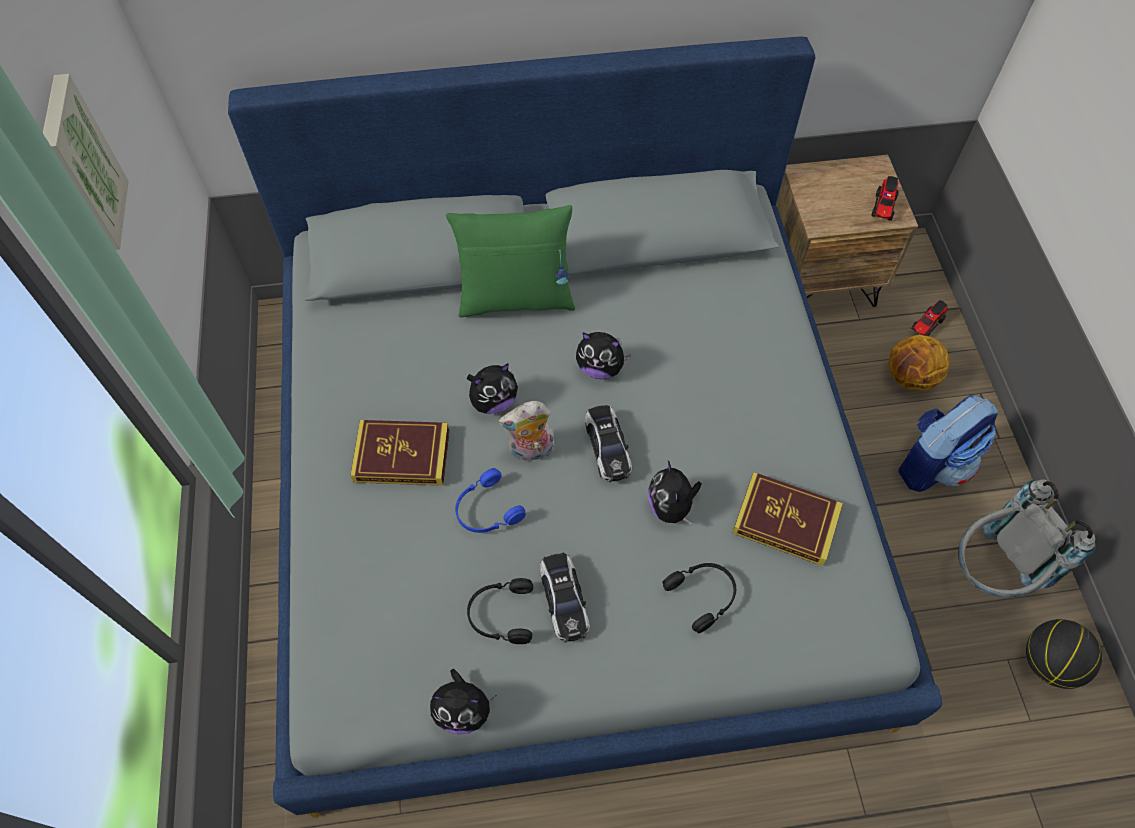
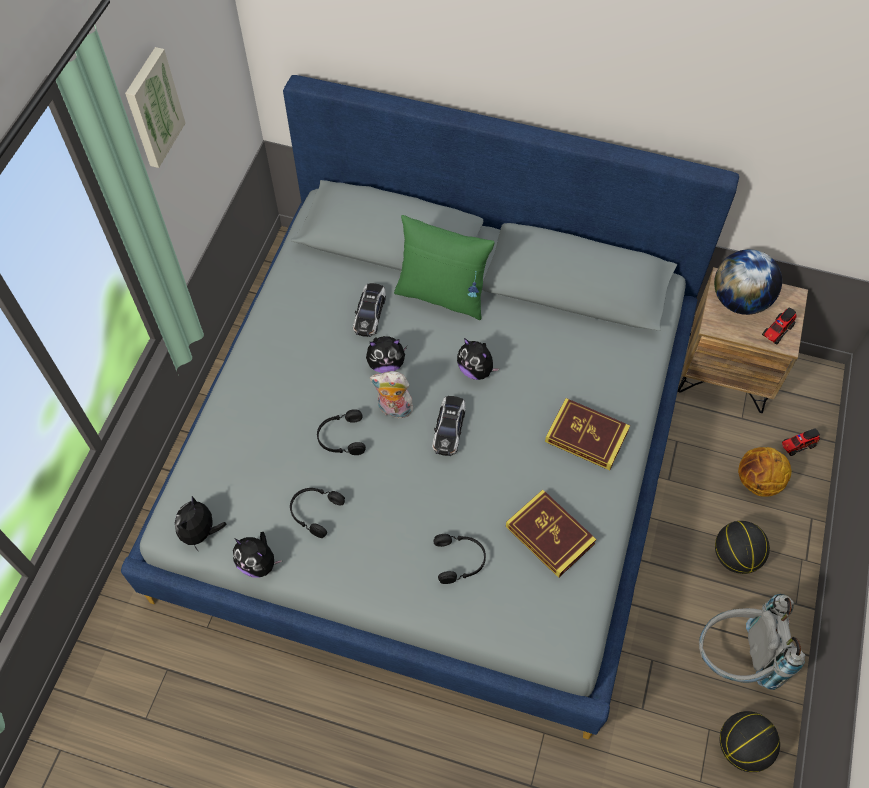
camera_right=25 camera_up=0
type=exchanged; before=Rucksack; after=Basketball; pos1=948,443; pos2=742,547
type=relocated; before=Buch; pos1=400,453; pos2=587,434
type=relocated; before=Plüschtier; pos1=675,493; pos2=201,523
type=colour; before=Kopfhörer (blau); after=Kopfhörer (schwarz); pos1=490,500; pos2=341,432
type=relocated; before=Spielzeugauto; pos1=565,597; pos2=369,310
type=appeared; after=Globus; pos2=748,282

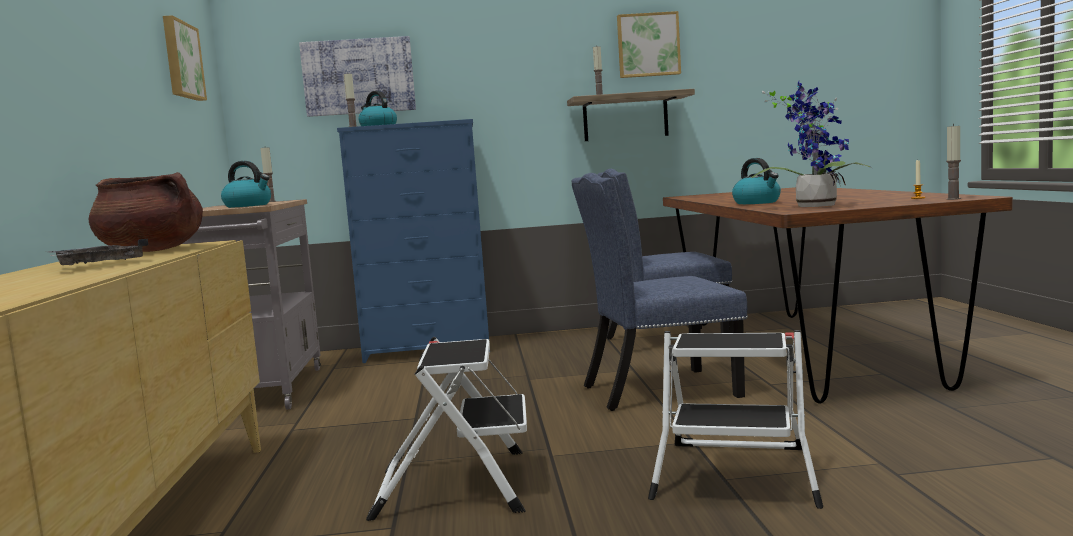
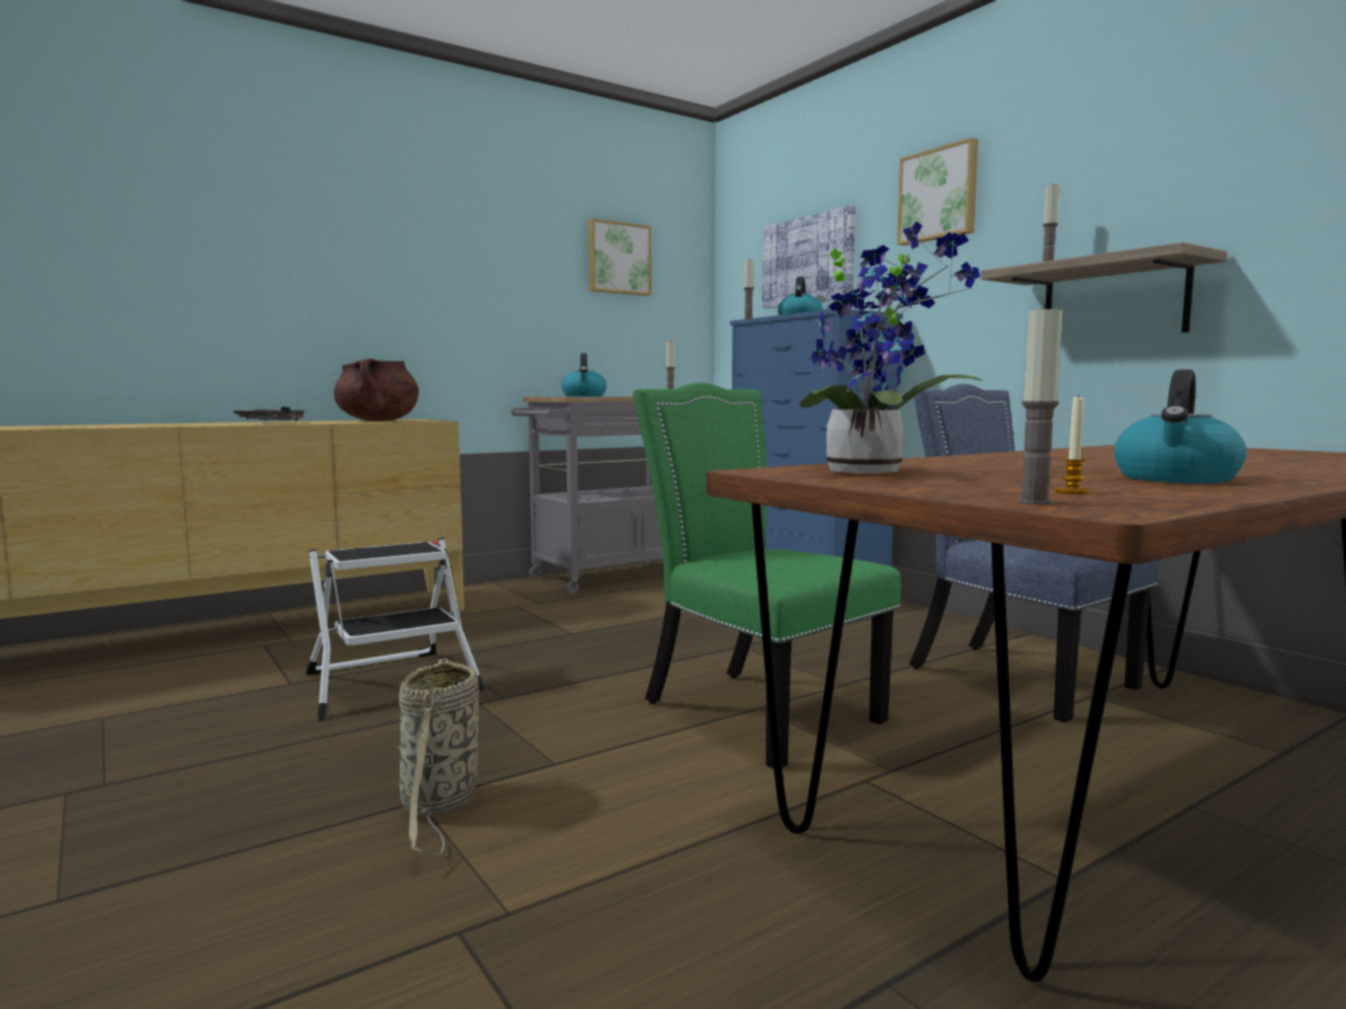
camera_right=60 camera_up=0
type=relocated; before=Bild; pos1=649,44; pos2=937,192
type=relocated; before=Wasserkessel; pos1=756,181; pos2=1180,426
type=colour; before=Stuhl (blau); after=Stuhl (grün); pos1=659,292; pos2=767,575
type=exchanged; before=Trittleiter; after=Korb; pos1=735,419; pos2=438,756

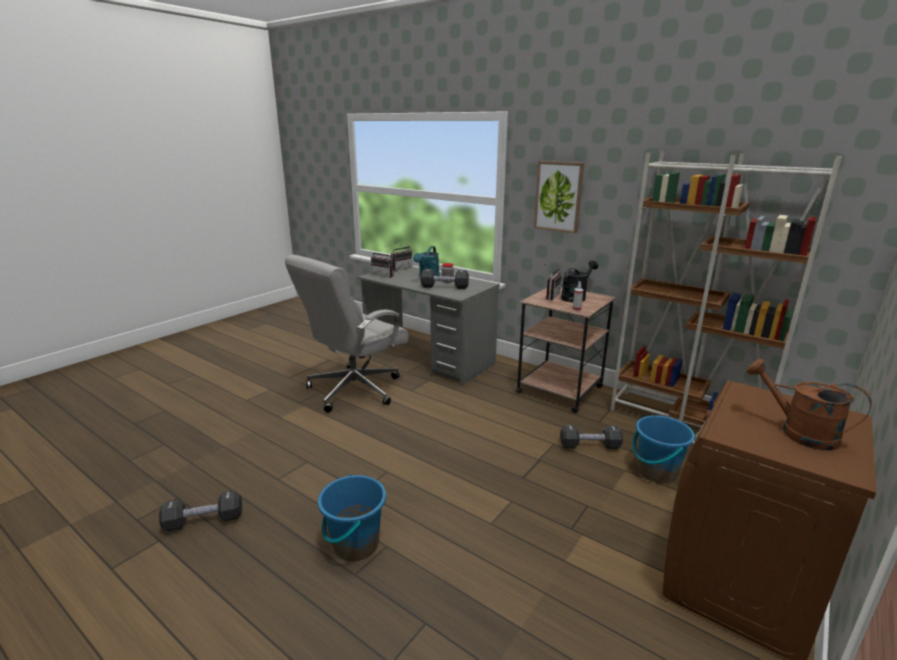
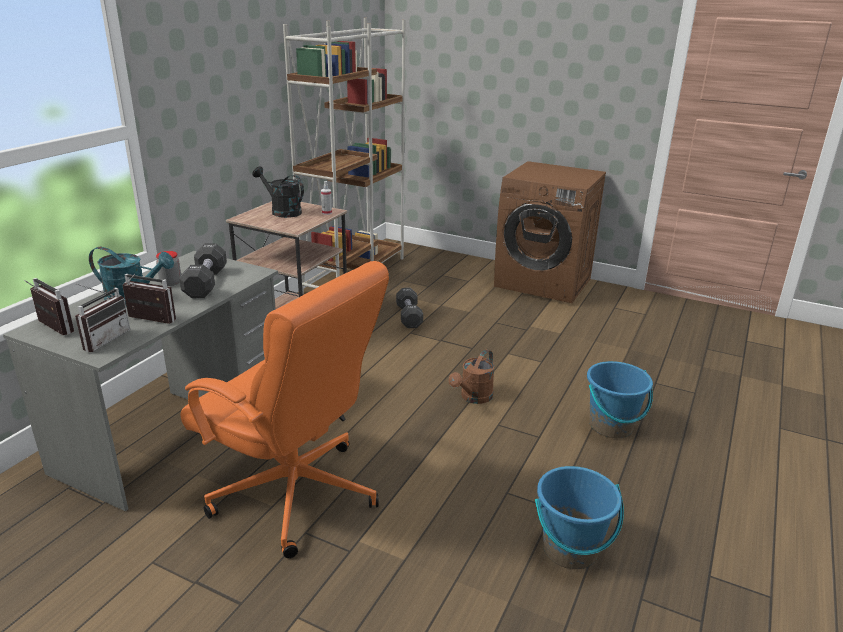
camera_right=-100 camera_up=5
type=missing; before=Bild; pos1=559,197
type=colour; before=Bürostuhl (grau); after=Bürostuhl (orange); pos1=347,334; pos2=284,409
type=relocated; before=Radio; pos1=553,282; pos2=149,299
type=relocated; before=Gießkanne (braun); pos1=809,404; pos2=471,376
type=relocated; before=Eimer (blau); pos1=663,449; pos2=579,517
type=missing; before=Hantel (schwarz); pos1=200,510

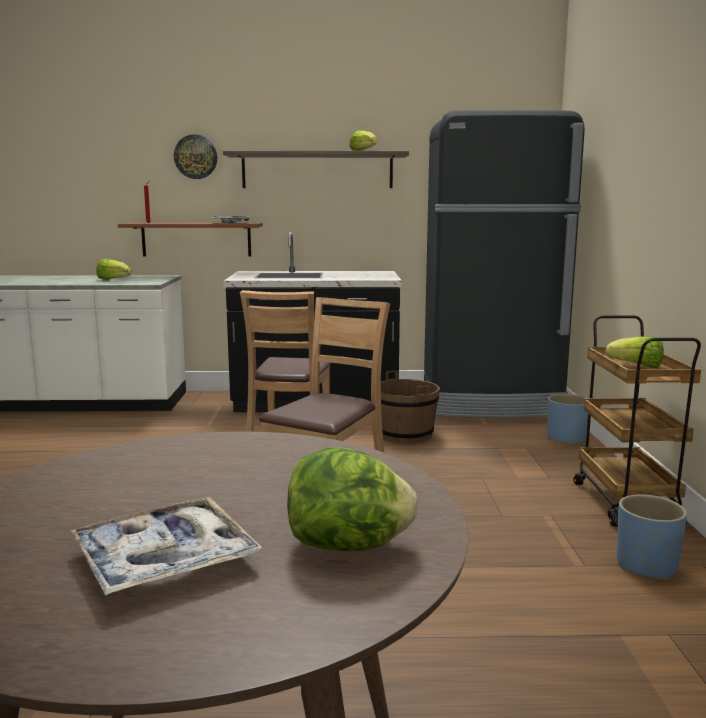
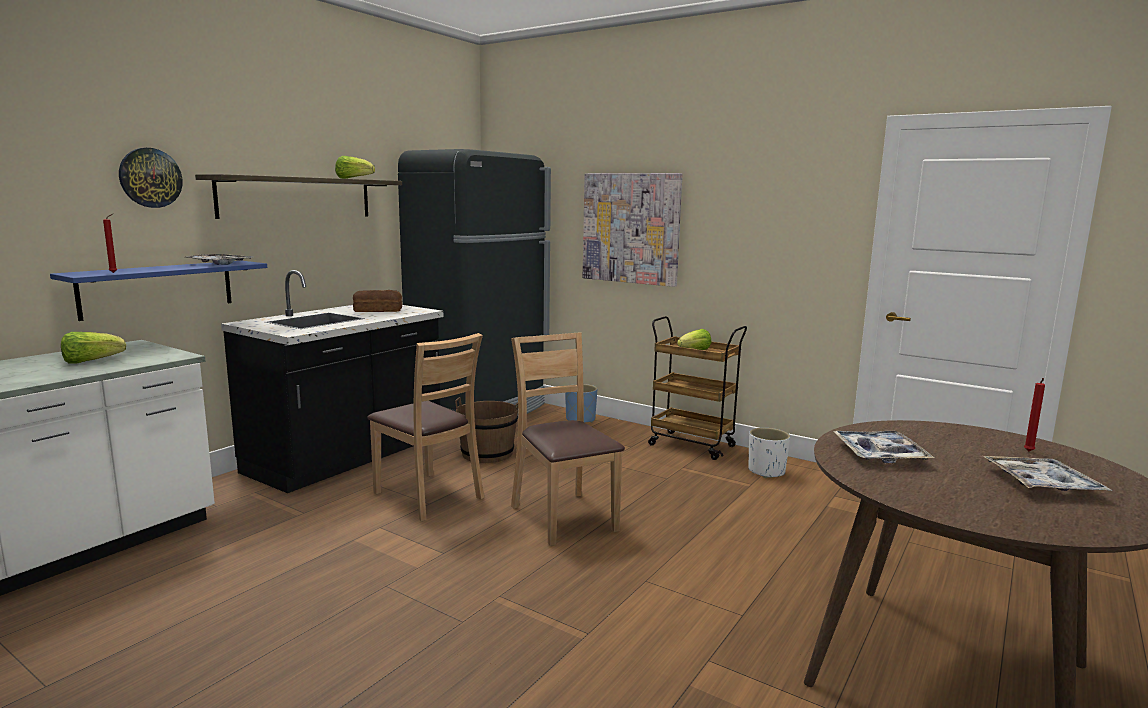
camera_right=-55 camera_up=0
type=colour; before=Wandregal (braun); after=Wandregal (blau); pos1=190,240; pos2=158,291
type=exchanged; before=Salatkopf; after=Kerze (rot); pos1=352,499; pos2=1034,414
type=colour; before=Pflanzkübel (blau); after=Pflanzkübel (weiß); pos1=652,537; pos2=769,453
type=appeared; after=Bild; pos2=632,230
type=appeared; after=Brot; pos2=377,301
type=appeared; after=Tablett; pos2=883,447

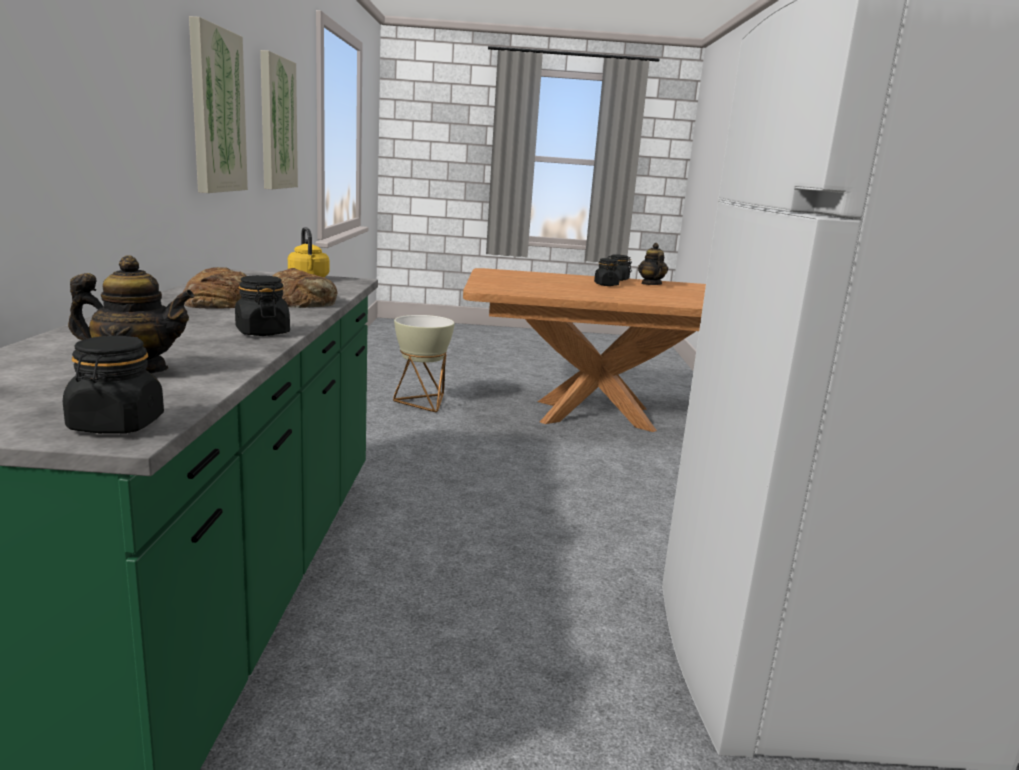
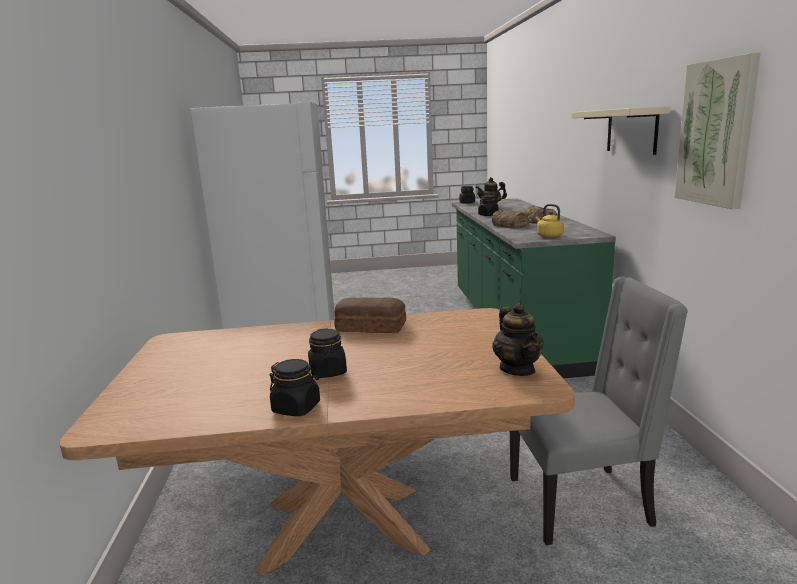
camera_right=175 camera_up=0
type=exchanged; before=Bild; after=Wandregal (beige); pos1=218,104; pos2=621,130
type=relocated; before=Teekanne; pos1=653,264; pos2=518,339
type=exchanged; before=Pflanzkübel; after=Stuhl (grau); pos1=424,363; pos2=599,411
type=appeared; after=Brot; pos2=370,315

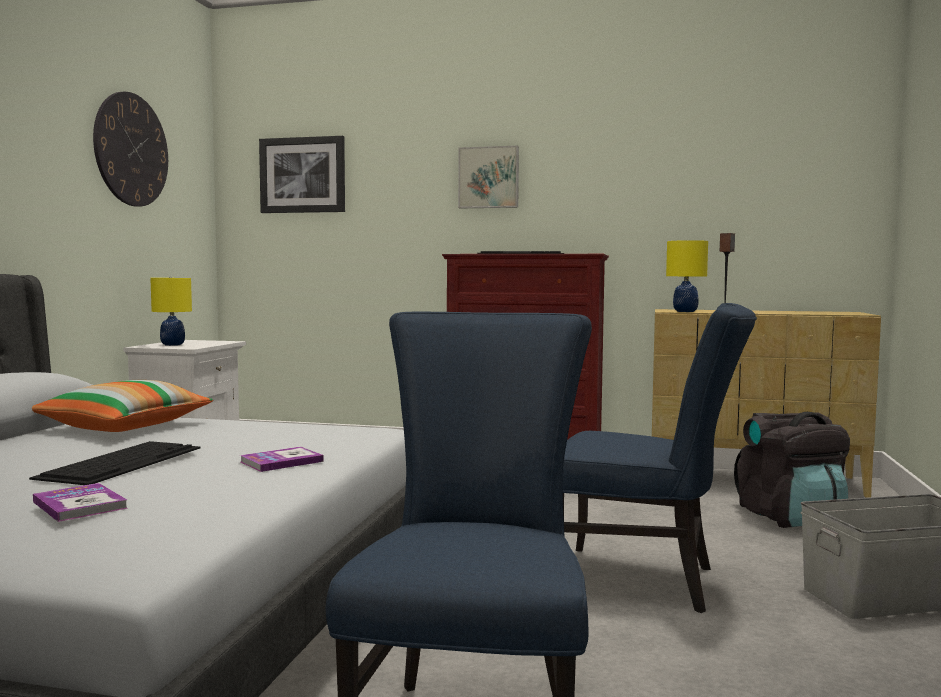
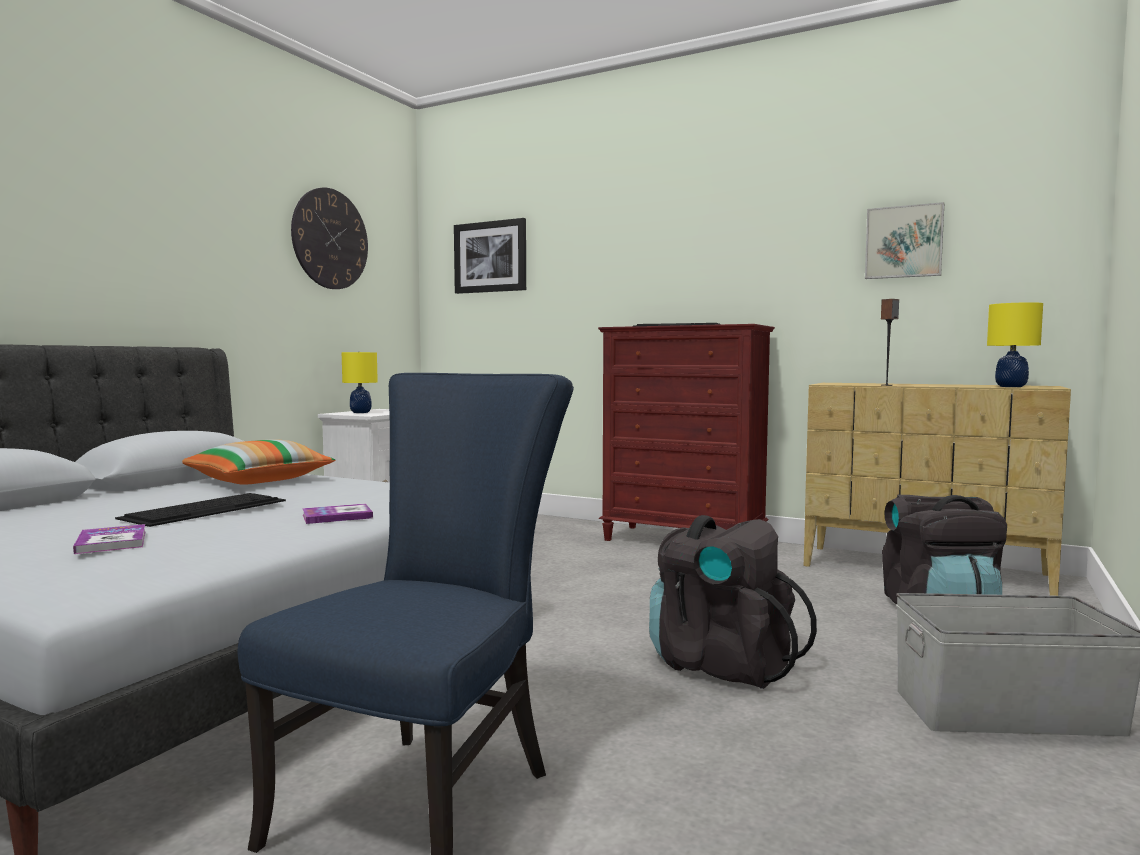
camera_right=15 camera_up=0
type=relocated; before=Bild; pos1=488,177; pos2=904,240
type=relocated; before=Tischlampe (gelb); pos1=687,276; pos2=1015,344
type=exchanged; before=Stuhl (blau); after=Rucksack (schwarz); pos1=660,458; pos2=733,602

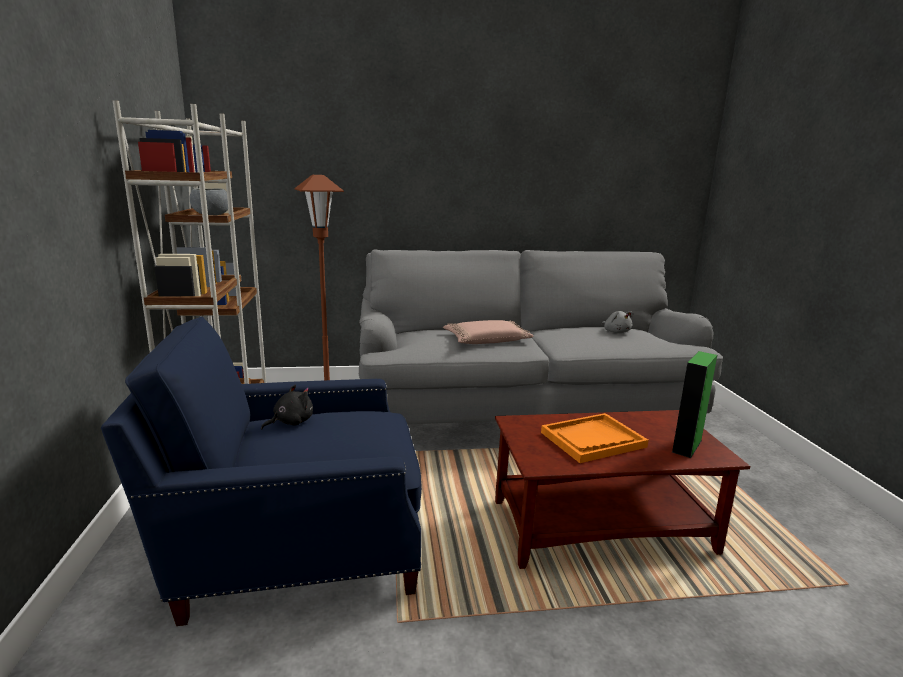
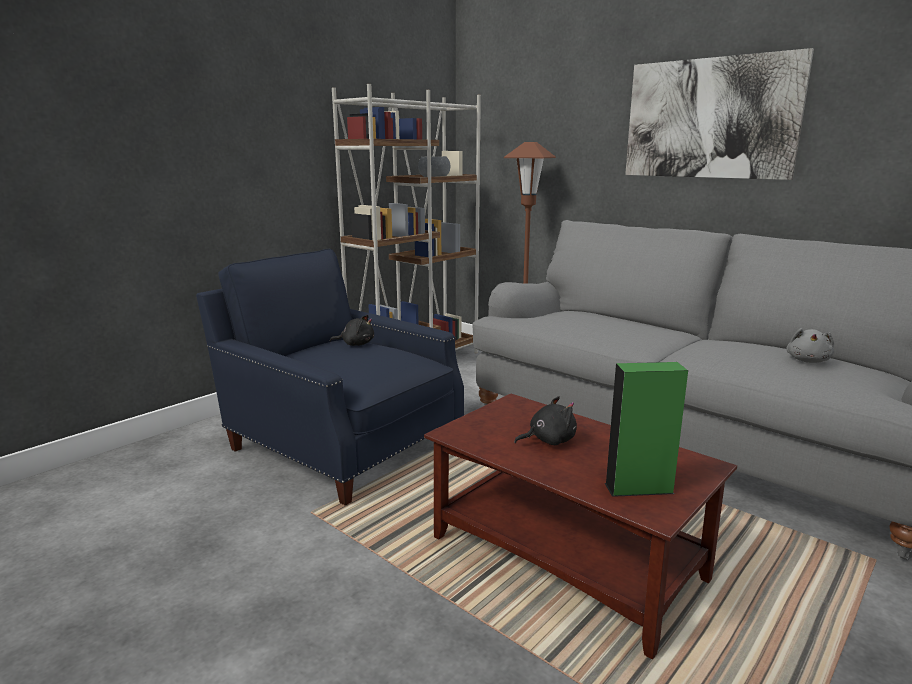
camera_right=50 camera_up=0
type=missing; before=Kissen (beige); pos1=488,332
type=exchanged; before=Tablett (orange); after=Plüschtier (schwarz); pos1=595,438; pos2=545,420
type=appeared; after=Bild; pos2=719,114

